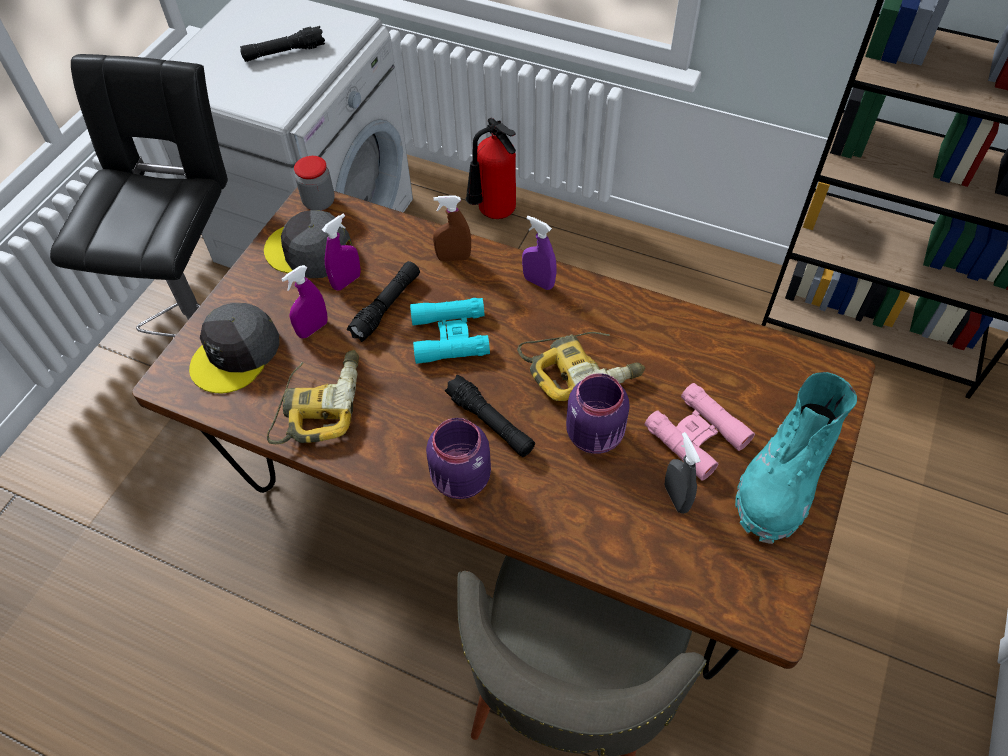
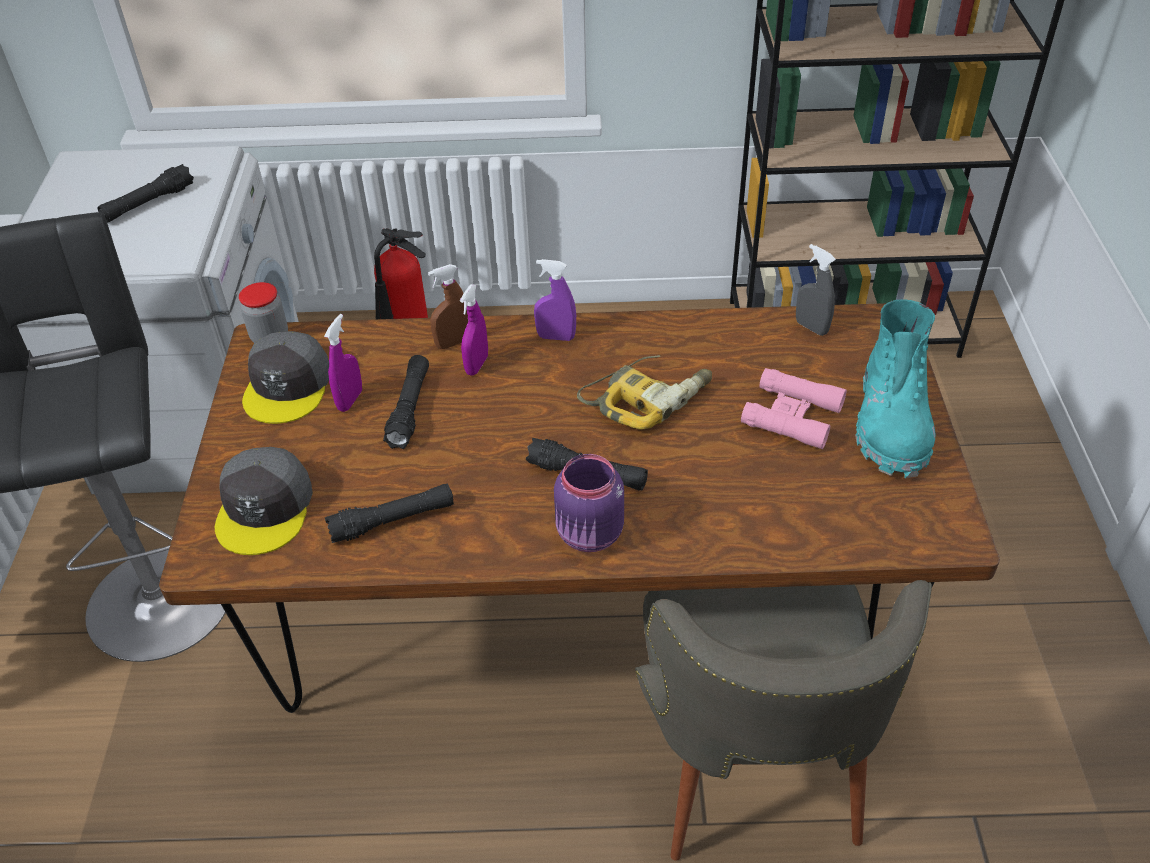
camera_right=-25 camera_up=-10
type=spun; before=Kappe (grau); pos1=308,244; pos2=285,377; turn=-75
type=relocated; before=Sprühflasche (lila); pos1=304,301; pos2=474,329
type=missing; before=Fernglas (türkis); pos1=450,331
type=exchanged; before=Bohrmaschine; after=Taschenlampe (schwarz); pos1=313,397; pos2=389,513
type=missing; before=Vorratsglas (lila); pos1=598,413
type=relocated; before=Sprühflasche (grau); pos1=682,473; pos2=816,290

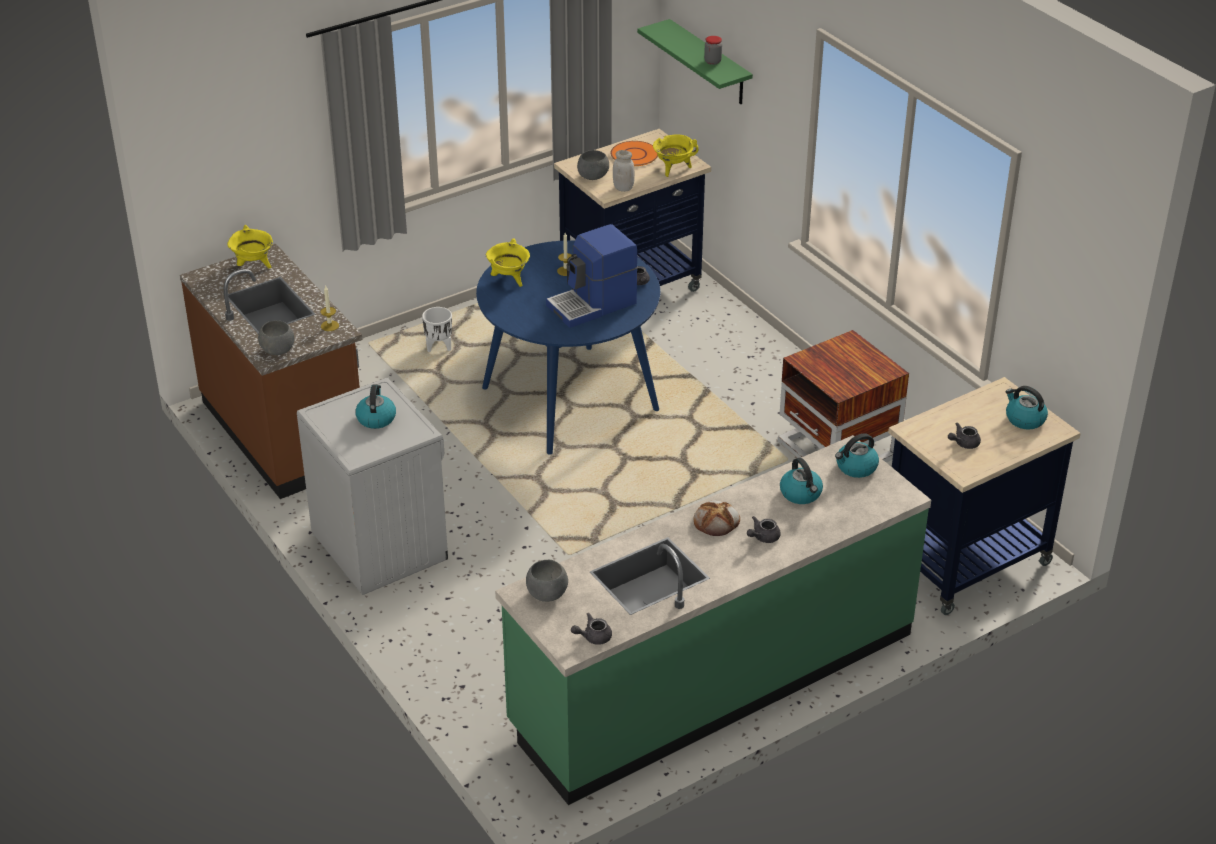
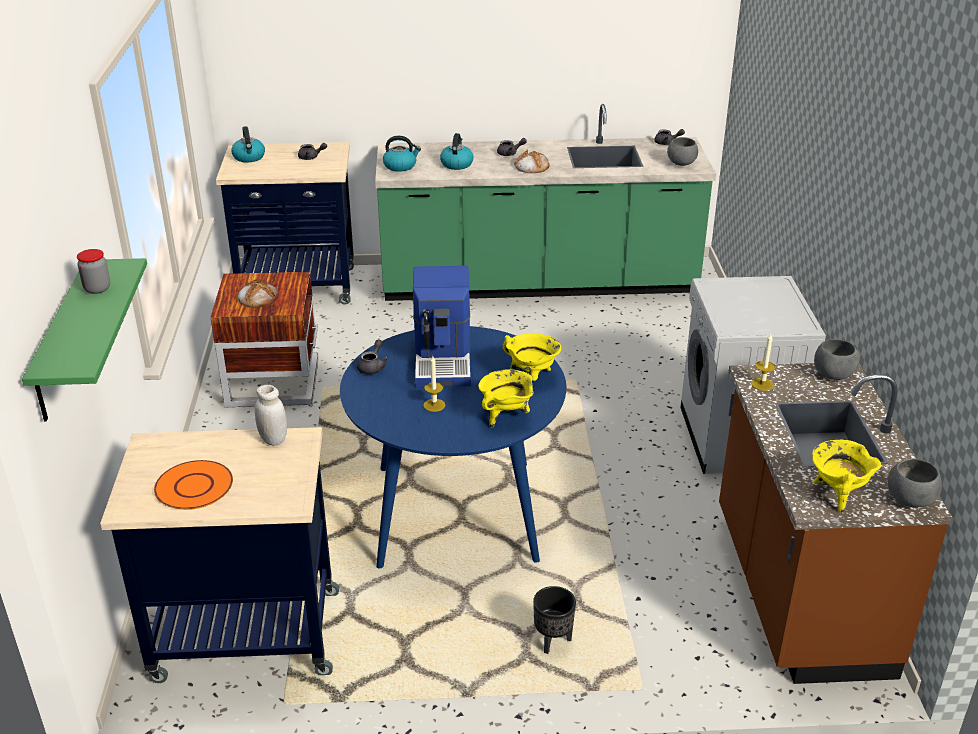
camera_right=-150 camera_up=-5
type=relocated; before=Kochtopf (gelb); pos1=676,155; pos2=532,357
type=relocated; before=Schüssel (grau); pos1=593,165; pos2=915,483
type=spun; before=Kaffeemaschine; pos1=592,276; pos2=442,326; turn=90
type=colour; before=Pflanzkübel (weiß); after=Pflanzkübel (schwarz); pos1=437,329; pos2=554,620
type=missing; before=Wasserkessel; pos1=375,407
type=appeared; after=Brot; pos2=258,293

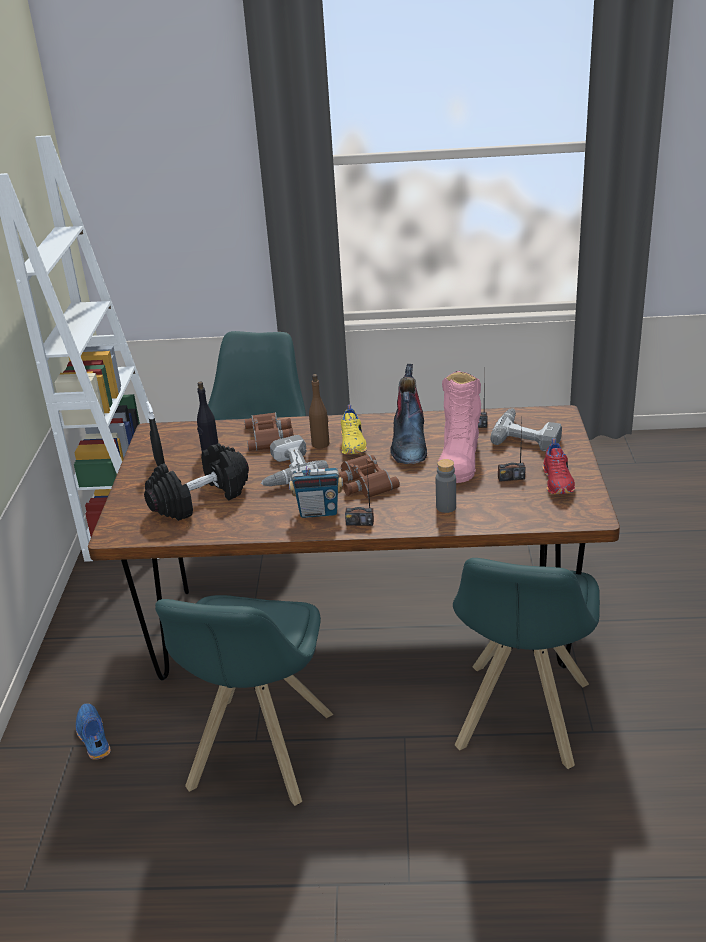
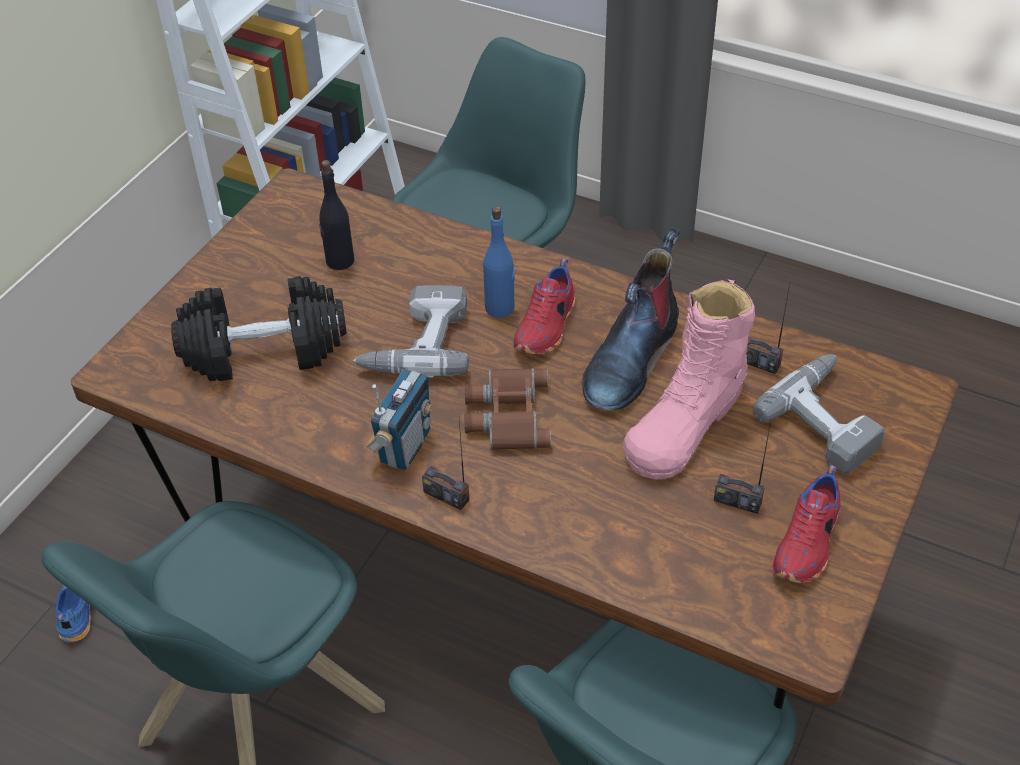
camera_right=25 camera_up=15
type=colour; before=Flasche (braun); after=Flasche (blau); pos1=319,411; pos2=499,262
type=missing; before=Sprühflasche (schwarz); pos1=155,433
type=colour; before=Schuh (gelb); after=Schuh (rot); pos1=354,430; pos2=544,306
type=missing; before=Fernglas (braun); pos1=269,431
type=spun; before=Radio; pos1=316,483; pos2=399,419; turn=-90
type=missing; before=Flasche (grau); pos1=446,486

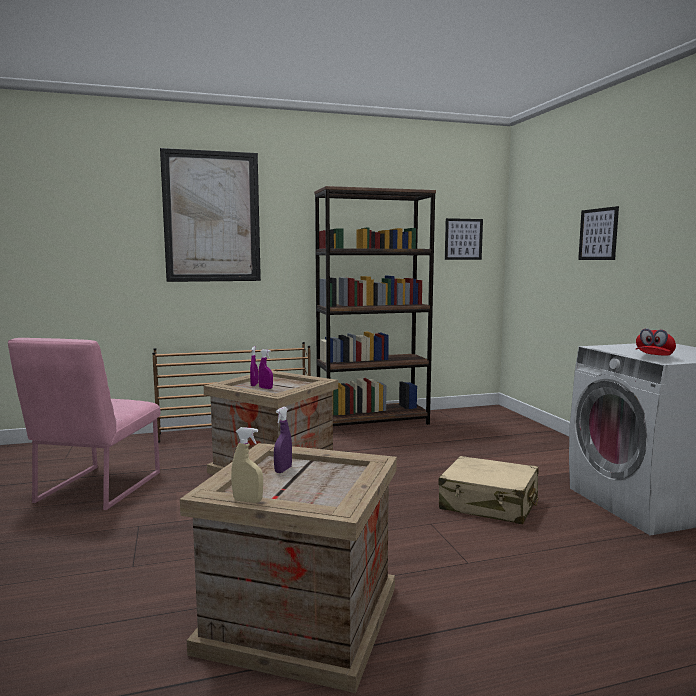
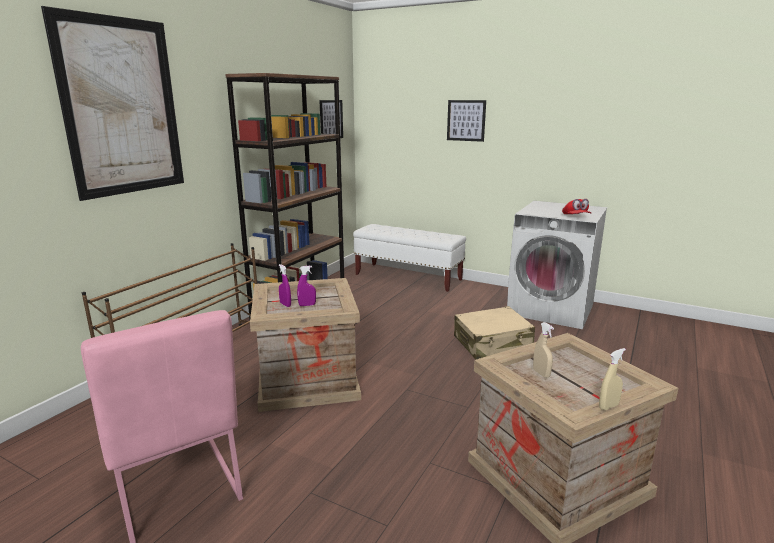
camera_right=-45 camera_up=10
type=colour; before=Sprühflasche (lila); after=Sprühflasche (beige); pos1=283,440; pos2=543,350
type=appeared; after=Bank (weiß); pos2=409,258

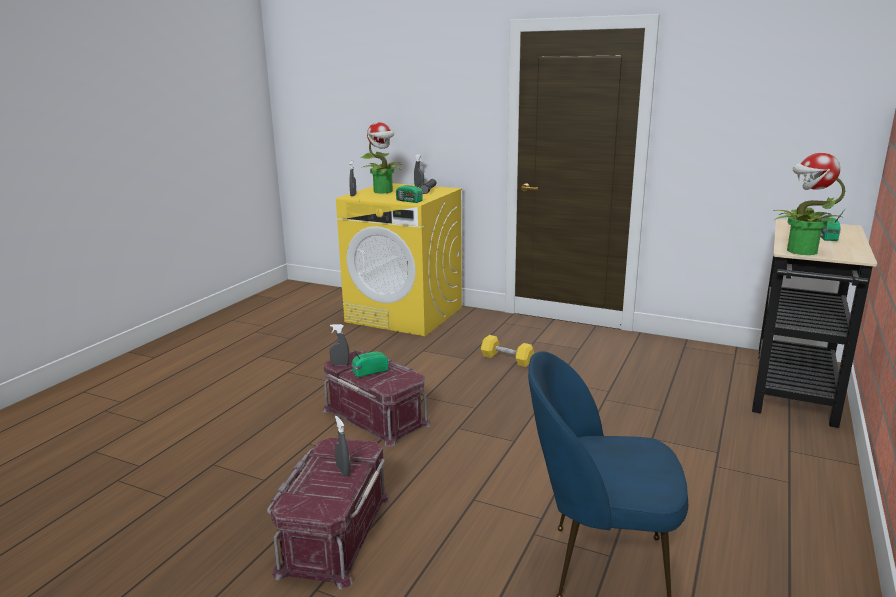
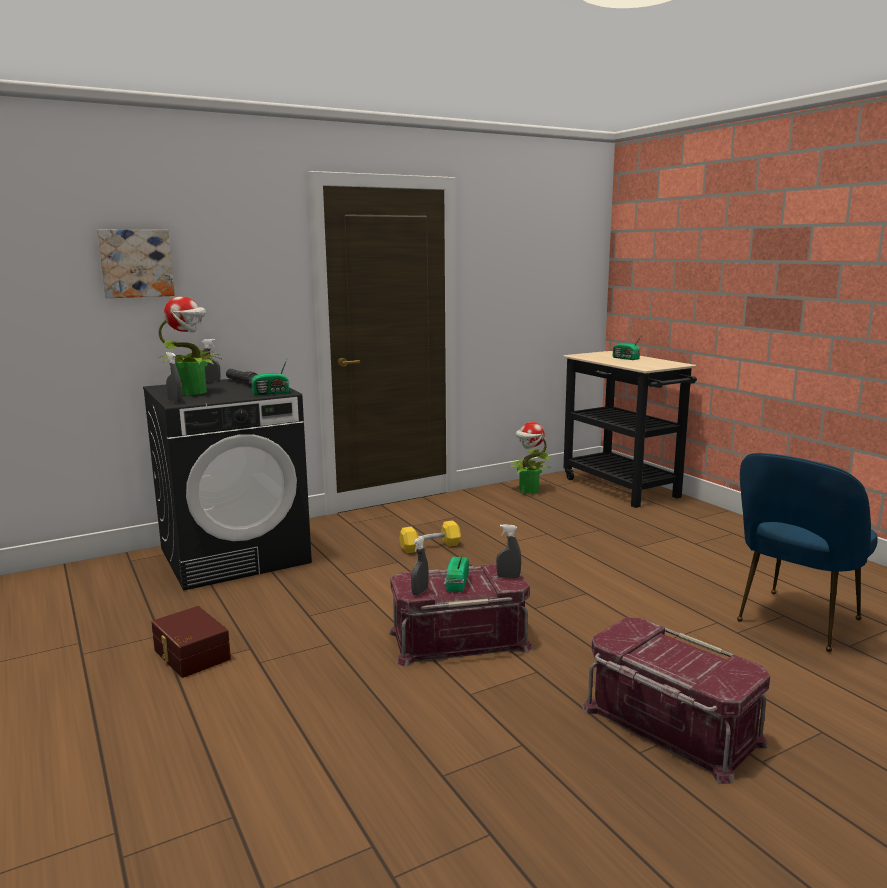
camera_right=-55 camera_up=-5
type=relocated; before=Topfpflanze; pos1=809,204; pos2=529,458
type=colour; before=Waschmaschine (gelb); after=Waschmaschine (schwarz); pos1=399,259; pos2=227,485
type=relocated; before=Sprühflasche (grau); pos1=342,446; pos2=508,551
type=appeared; after=Bild; pos2=136,264
type=appeared; after=Aufbewahrungsbox (braun); pos2=191,642

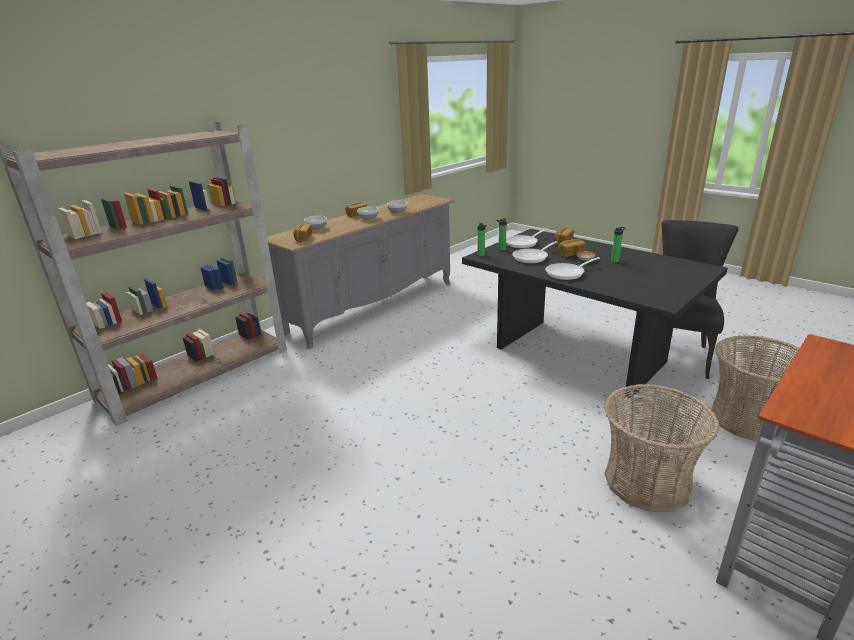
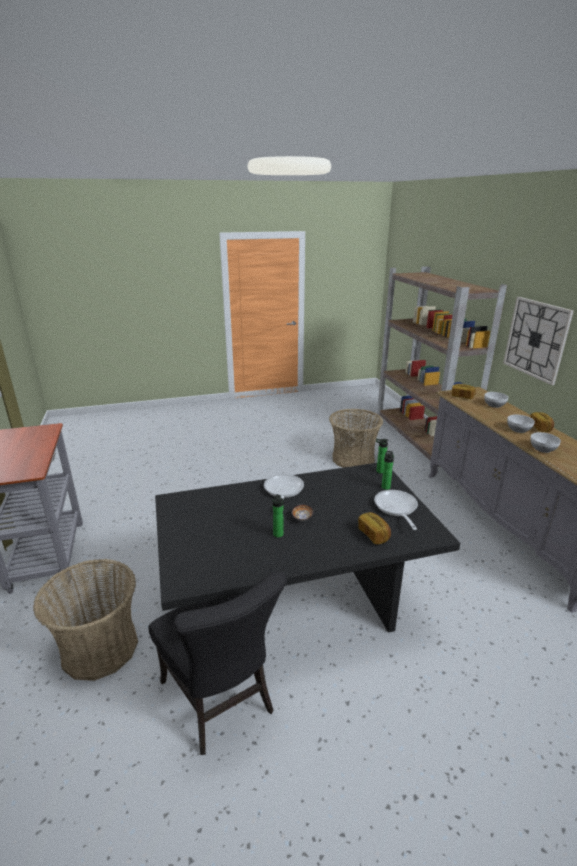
camera_right=120 camera_up=0
type=missing; before=Brot; pos1=571,248
type=missing; before=Pfanne; pos1=534,252
type=relocated; before=Korb; pos1=662,448; pos2=356,438
type=appeared; after=Wanduhr; pos2=538,341

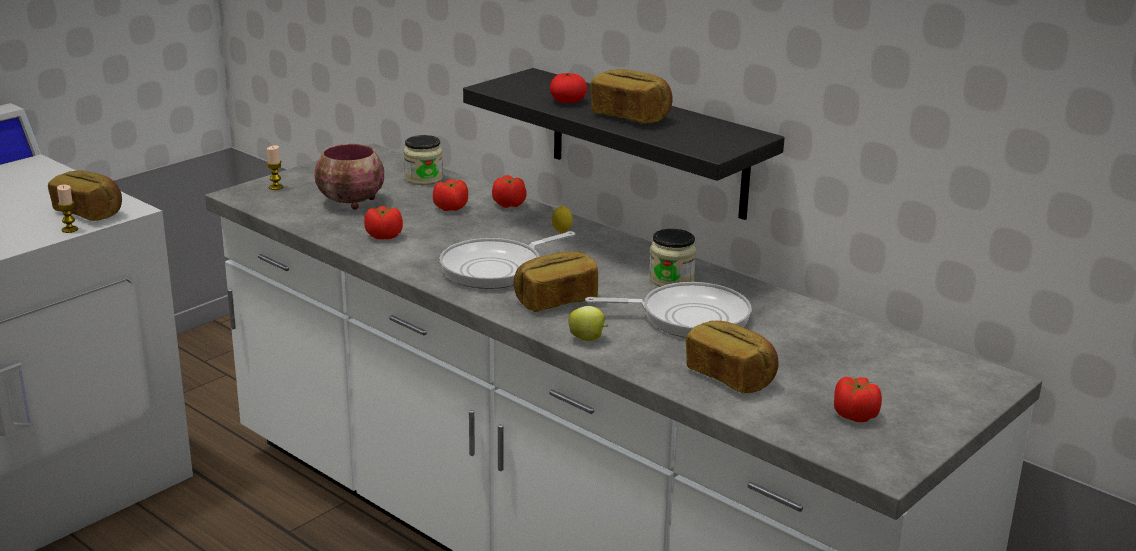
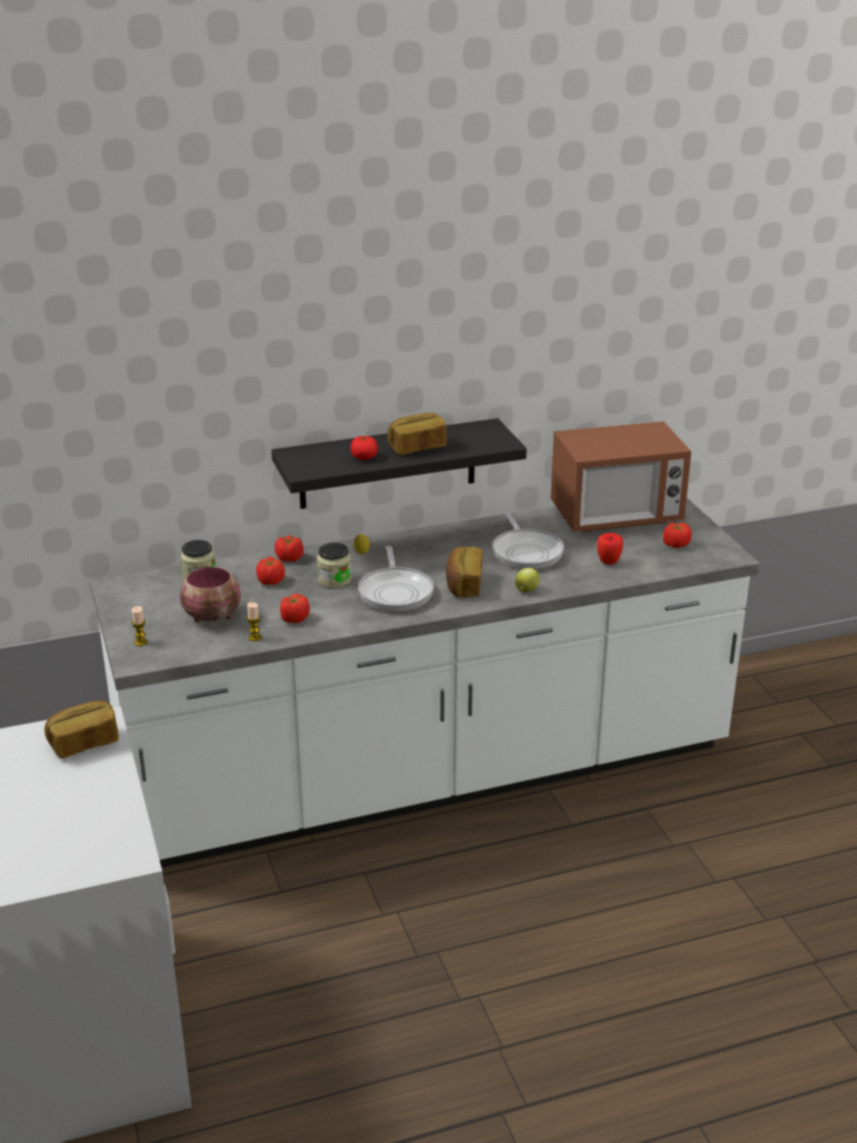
camera_right=-60 camera_up=5
type=relocated; before=Kerze; pos1=67,209; pos2=254,621
type=relocated; before=Vorratsglas; pos1=672,258; pos2=334,565
type=spun; before=Pfanne; pos1=668,310; pos2=528,540; turn=135
type=exchanged; before=Brot; after=Apfel; pos1=732,357; pos2=610,549
type=appeared; after=Mikrowelle; pos2=621,476

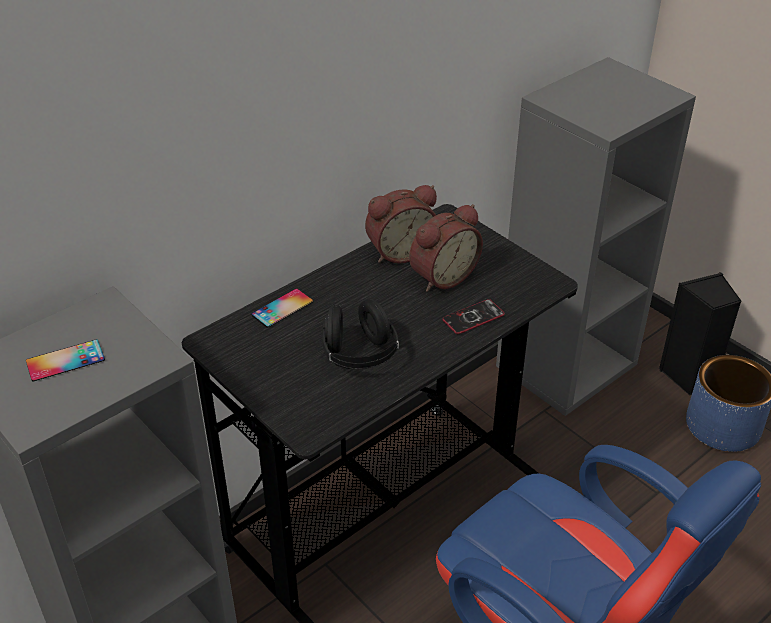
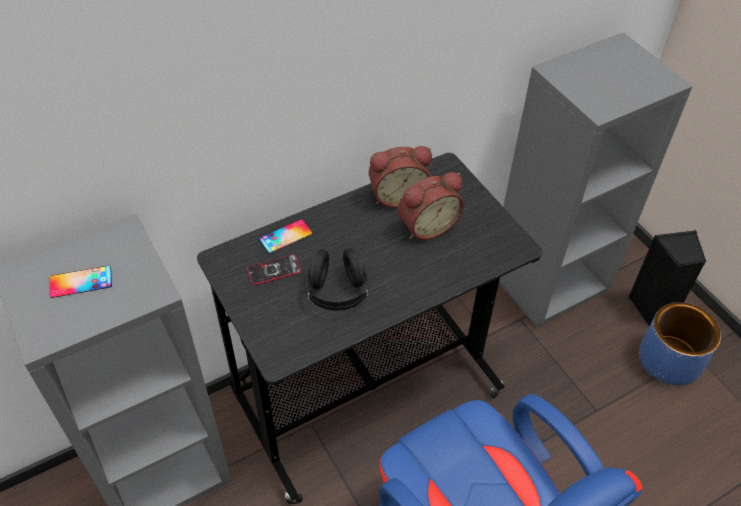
camera_right=10 camera_up=10
type=relocated; before=Handy; pos1=473,316; pos2=274,270

